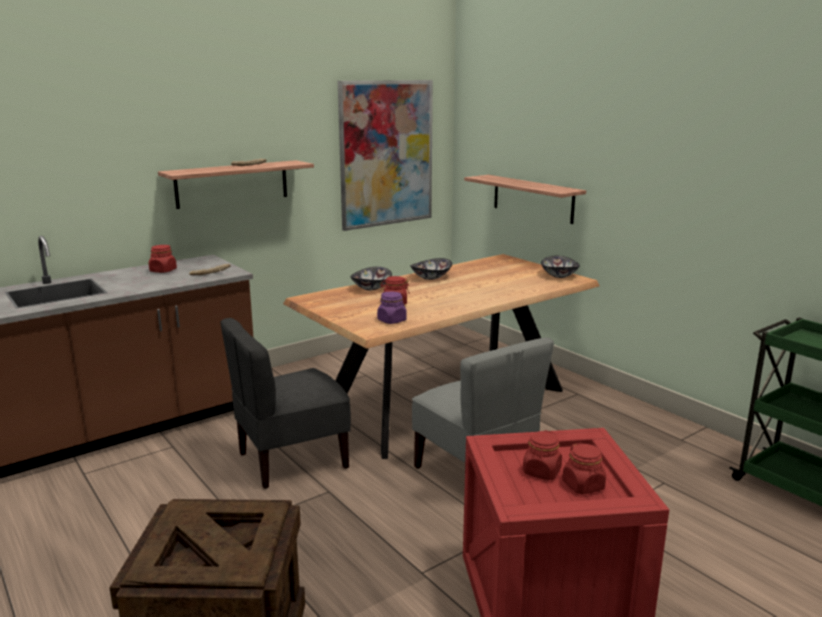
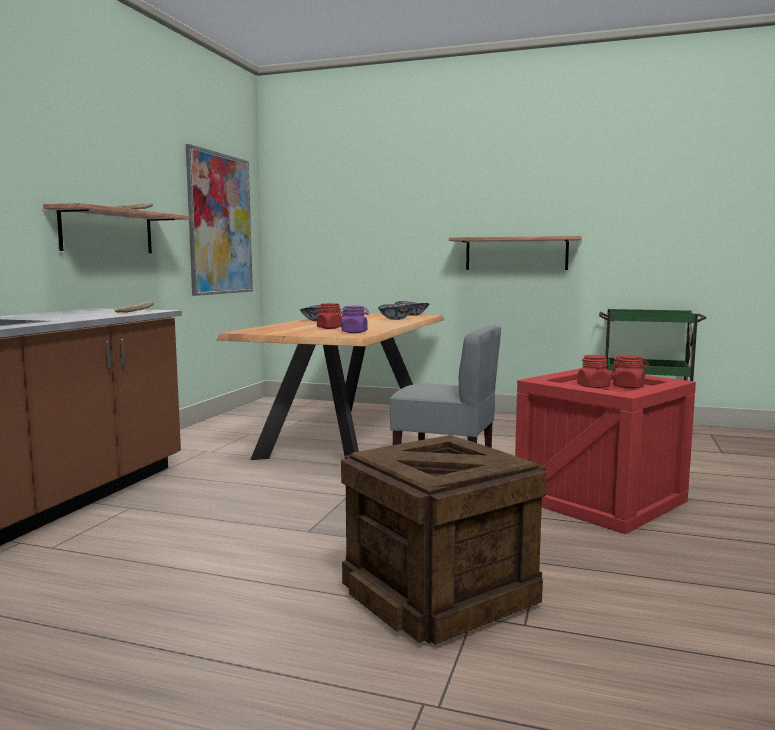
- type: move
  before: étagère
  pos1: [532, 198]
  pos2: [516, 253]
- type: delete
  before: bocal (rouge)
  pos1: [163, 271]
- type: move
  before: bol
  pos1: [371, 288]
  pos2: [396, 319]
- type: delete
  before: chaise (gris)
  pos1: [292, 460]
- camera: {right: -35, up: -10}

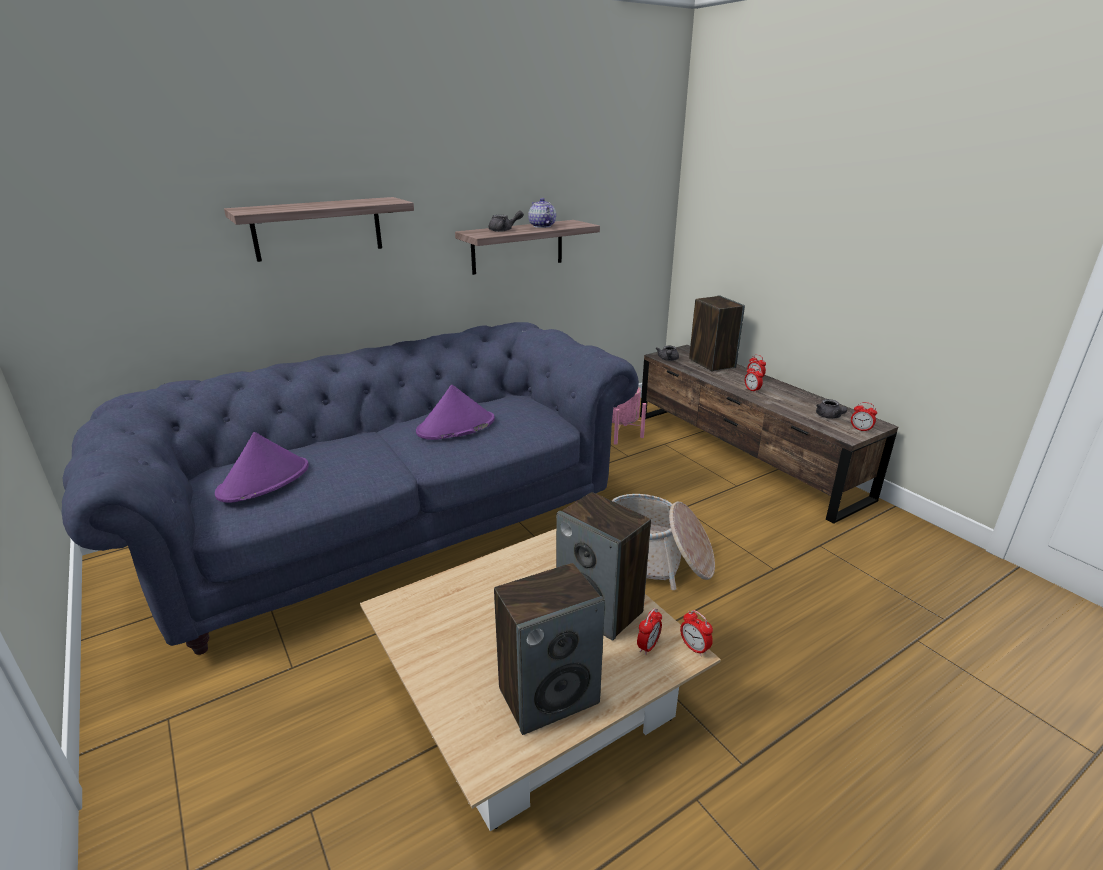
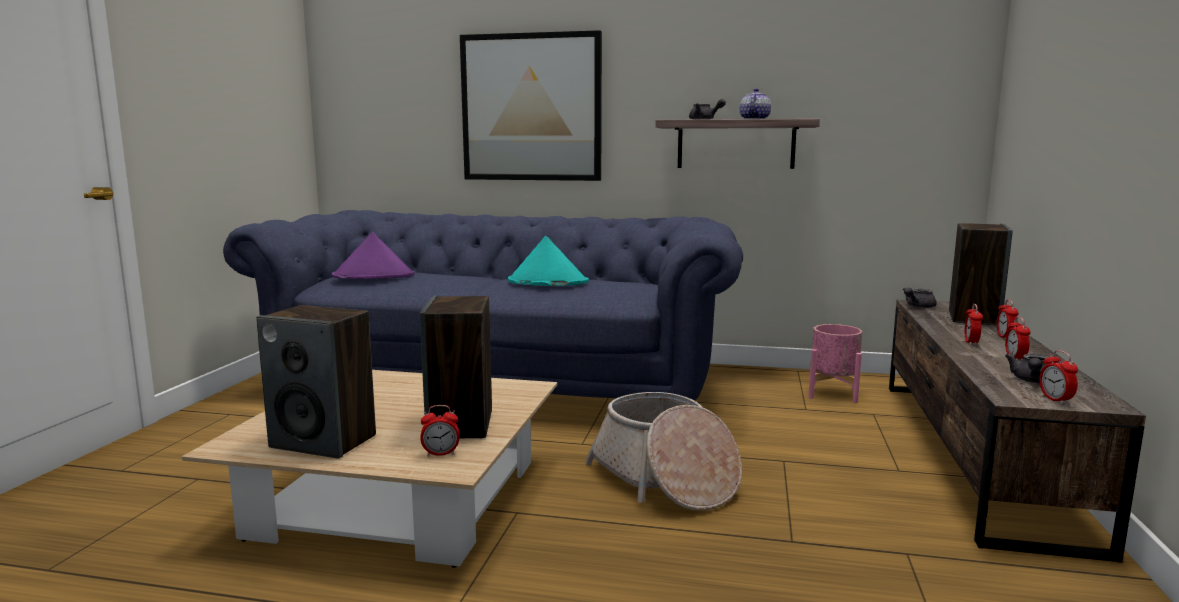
- type: replace
  before: étagère
  after: tableau
  pos1: [318, 228]
  pos2: [531, 108]
- type: recolor
  before: chapeau (violet)
  after: chapeau (turquoise)
  pos1: [456, 426]
  pos2: [547, 282]
- type: move
  before: réveil
  pos1: [694, 648]
  pos2: [1015, 359]
- camera: {right: 45, up: -15}

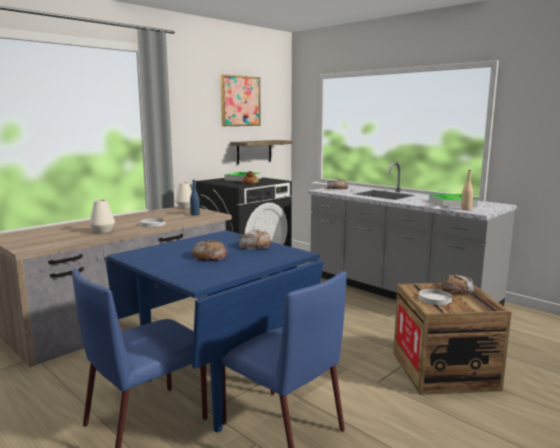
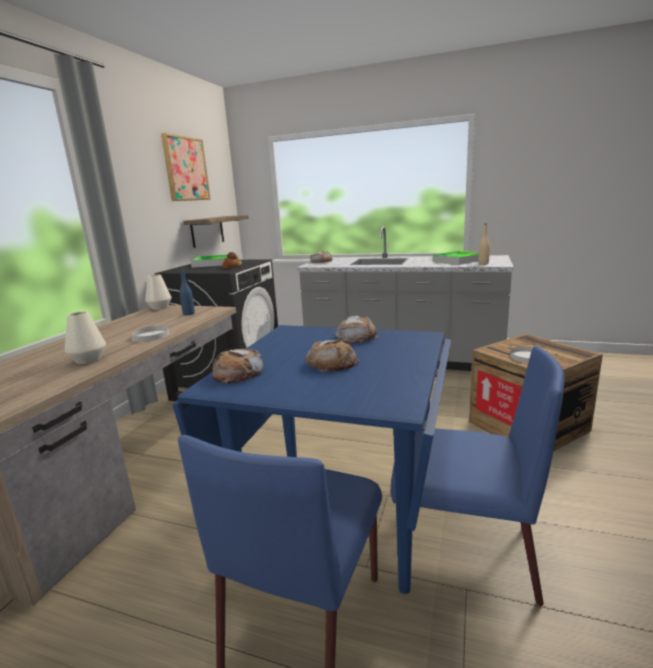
- type: move
  before: pain
  pos1: [457, 289]
  pos2: [238, 373]
- camera: {right: -25, up: 5}

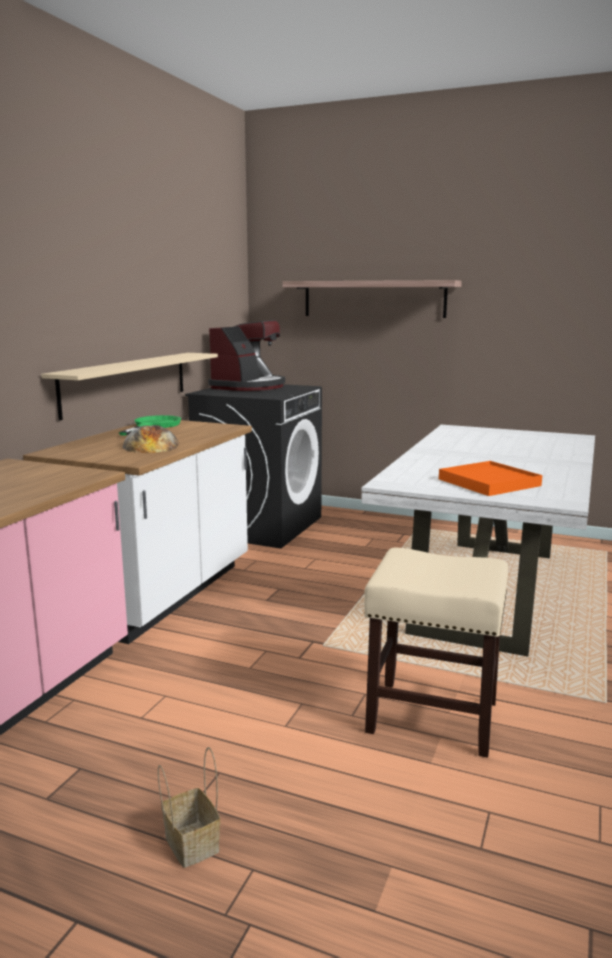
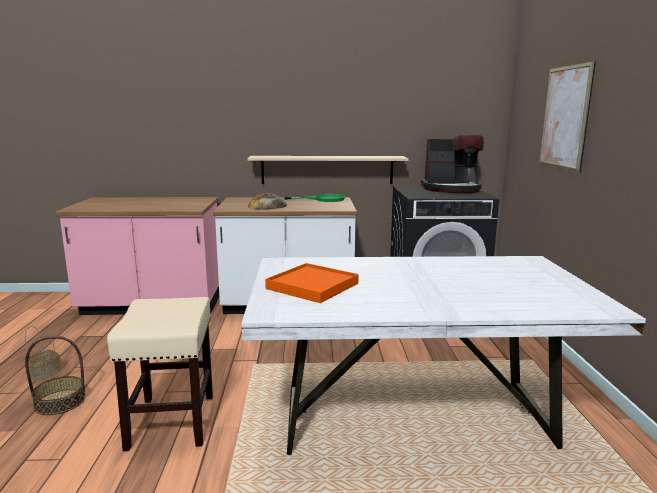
- type: replace
  before: étagère
  after: tableau
  pos1: [373, 299]
  pos2: [565, 118]
- type: insert
  after: panier
  pos2: [60, 402]
- camera: {right: 65, up: 0}

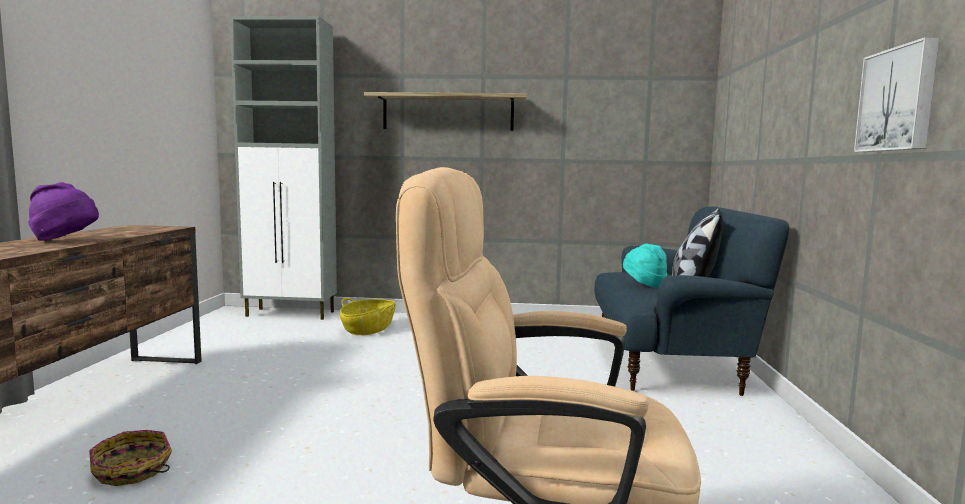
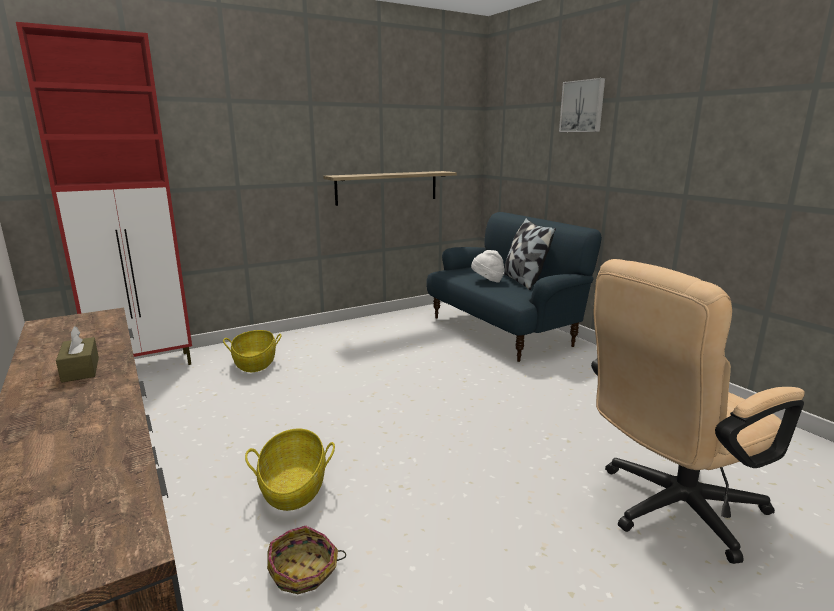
- type: recolor
  before: meuble de rangement (gris)
  after: meuble de rangement (rouge)
  pos1: [291, 314]
  pos2: [145, 366]
- type: move
  before: tableau
  pos1: [899, 100]
  pos2: [583, 106]
- type: move
  before: étagère
  pos1: [448, 113]
  pos2: [387, 187]
- type: replace
  before: chapeau (violet)
  after: boîte à mouchoirs (marron)
  pos1: [66, 240]
  pos2: [80, 369]
- type: recolor
  before: chapeau (turquoise)
  after: chapeau (blanc)
  pos1: [644, 285]
  pos2: [487, 281]
- type: insert
  after: panier
  pos2: [293, 487]
- camera: {right: -35, up: 10}

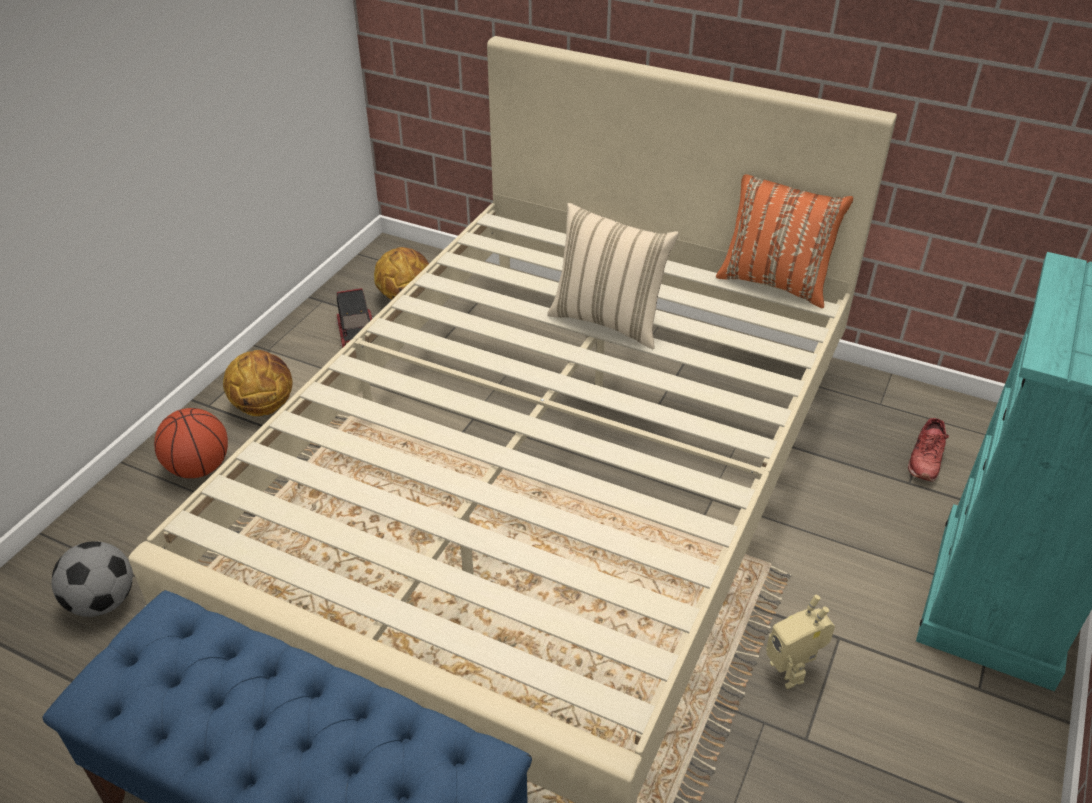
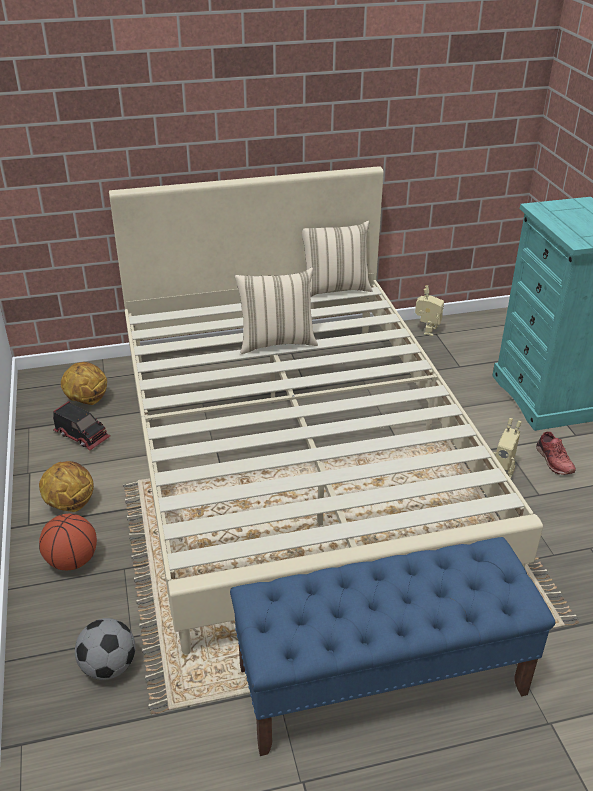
- type: recolor
  before: coussin (orange)
  after: coussin (beige)
  pos1: [775, 282]
  pos2: [335, 288]
- type: move
  before: chaussure (rouge)
  pos1: [925, 458]
  pos2: [553, 460]
- type: insert
  after: robot jouet
  pos2: [426, 330]
- camera: {right: -40, up: -5}

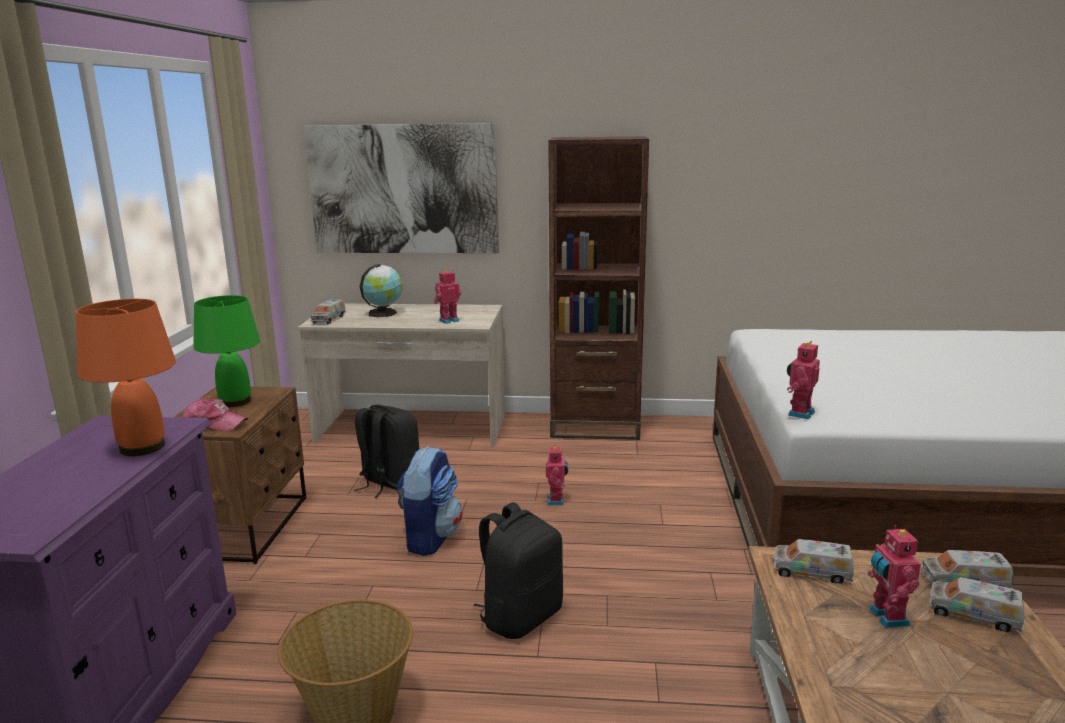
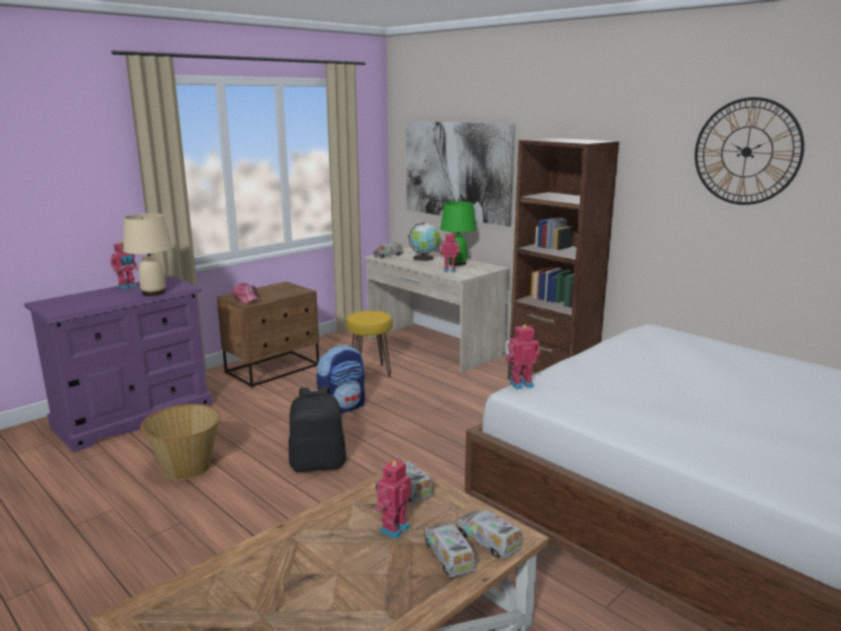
- type: move
  before: lampe de table (vert)
  pos1: [235, 402]
  pos2: [457, 263]
- type: recolor
  before: lampe de table (orange)
  after: lampe de table (beige)
  pos1: [143, 447]
  pos2: [154, 293]
- type: replace
  before: sac à dos (noir)
  after: tabouret (jaune)
  pos1: [388, 483]
  pos2: [370, 372]
- type: move
  before: robot jouet
  pos1: [557, 501]
  pos2: [127, 287]
- type: insert
  after: horloge murale
  pos2: [746, 152]
- camera: {right: 40, up: 0}

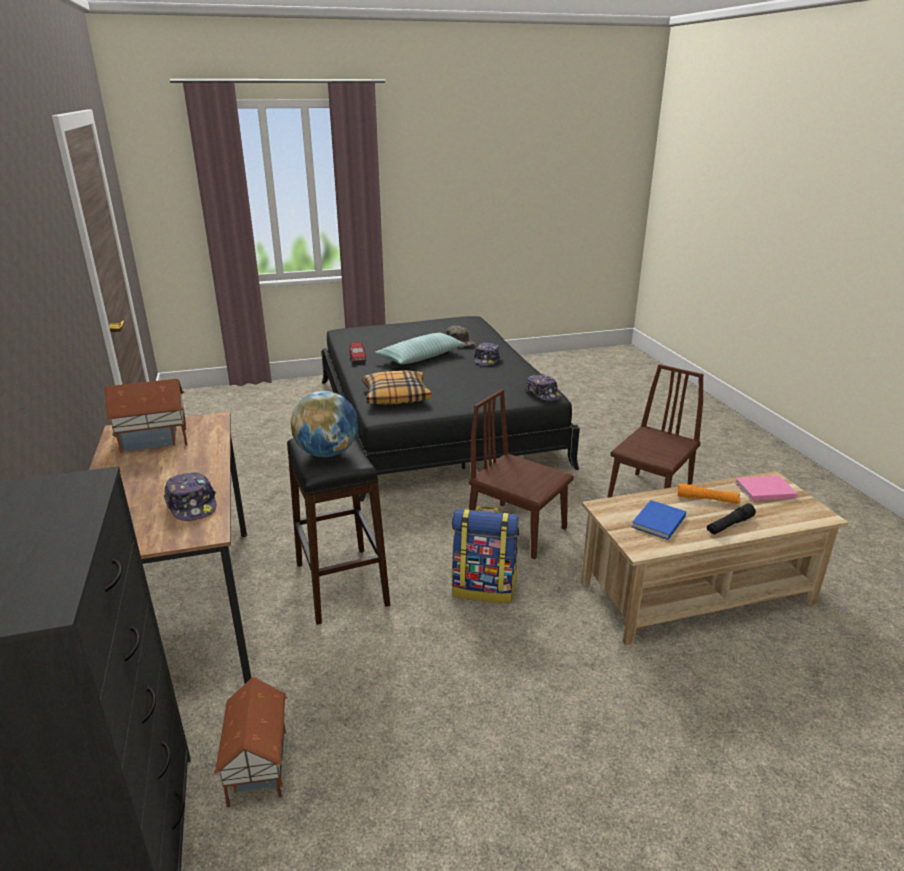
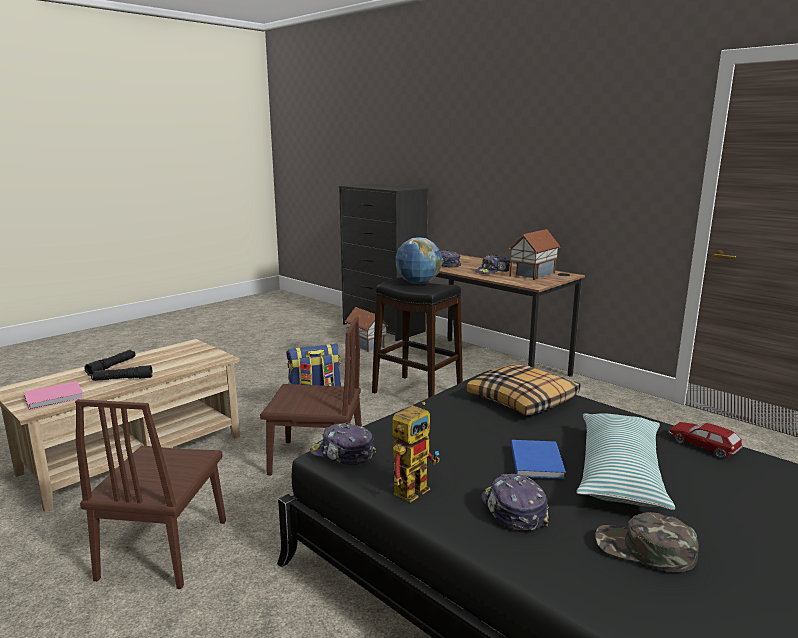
- type: recolor
  before: lampe de poche (orange)
  after: lampe de poche (noir)
  pos1: [707, 499]
  pos2: [122, 379]
- type: move
  before: livre (bleu)
  pos1: [657, 522]
  pos2: [537, 461]
- type: insert
  after: casquette
  pos2: [493, 272]
- type: insert
  after: robot jouet
  pos2: [414, 487]
- camera: {right: 150, up: -10}

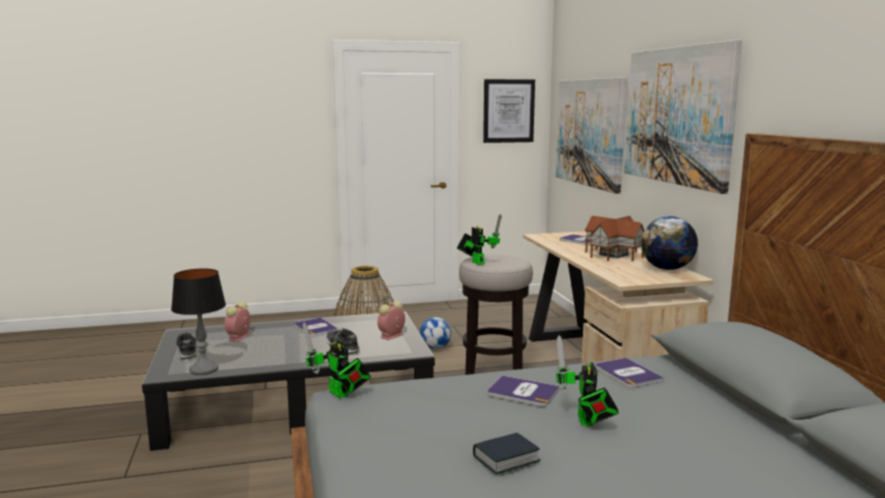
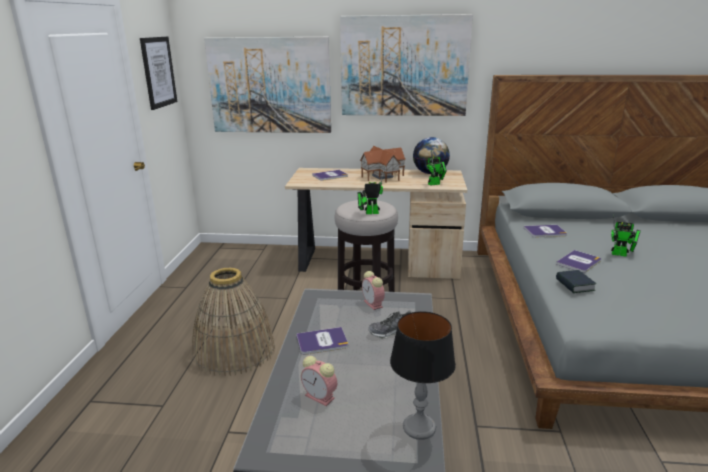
- type: delete
  before: ballon de foot
  pos1: [435, 348]
- type: move
  before: robot jouet
  pos1: [340, 394]
  pos2: [435, 184]
- type: delete
  before: chaussure
  pos1: [187, 352]
- type: move
  before: livre
  pos1: [506, 459]
  pos2: [574, 285]
- camera: {right: -70, up: 10}

